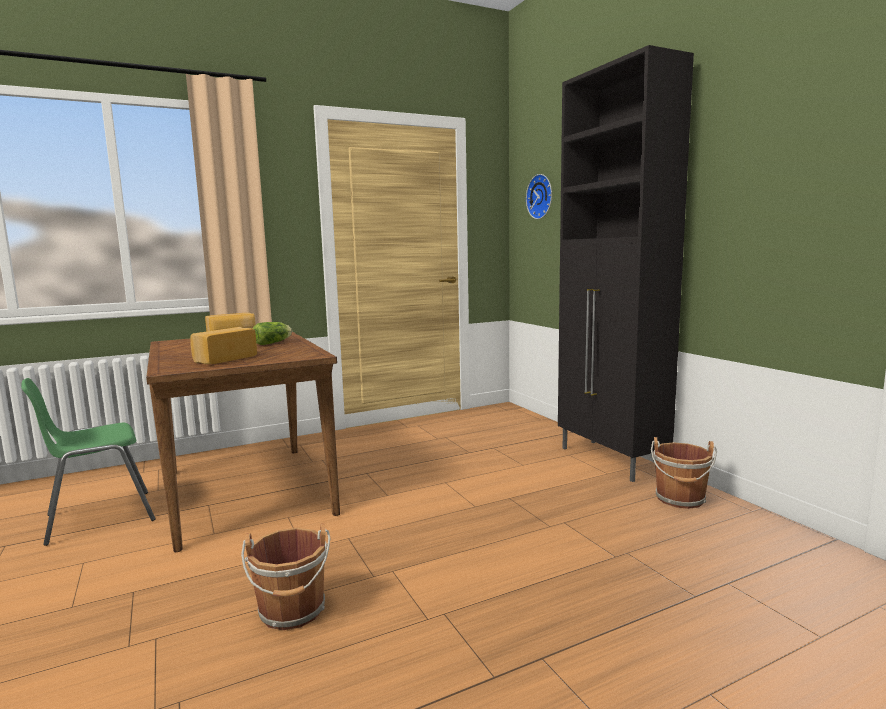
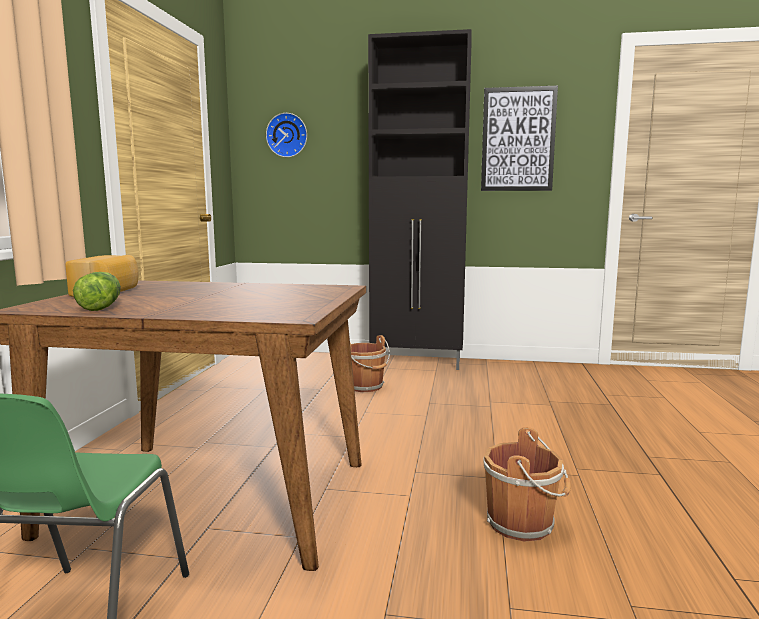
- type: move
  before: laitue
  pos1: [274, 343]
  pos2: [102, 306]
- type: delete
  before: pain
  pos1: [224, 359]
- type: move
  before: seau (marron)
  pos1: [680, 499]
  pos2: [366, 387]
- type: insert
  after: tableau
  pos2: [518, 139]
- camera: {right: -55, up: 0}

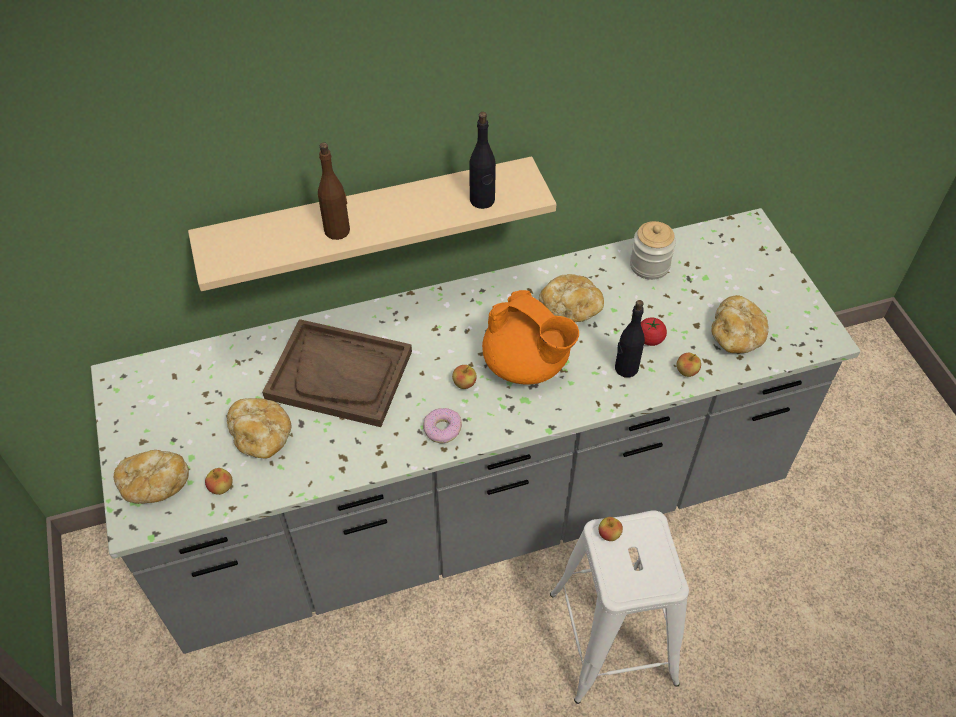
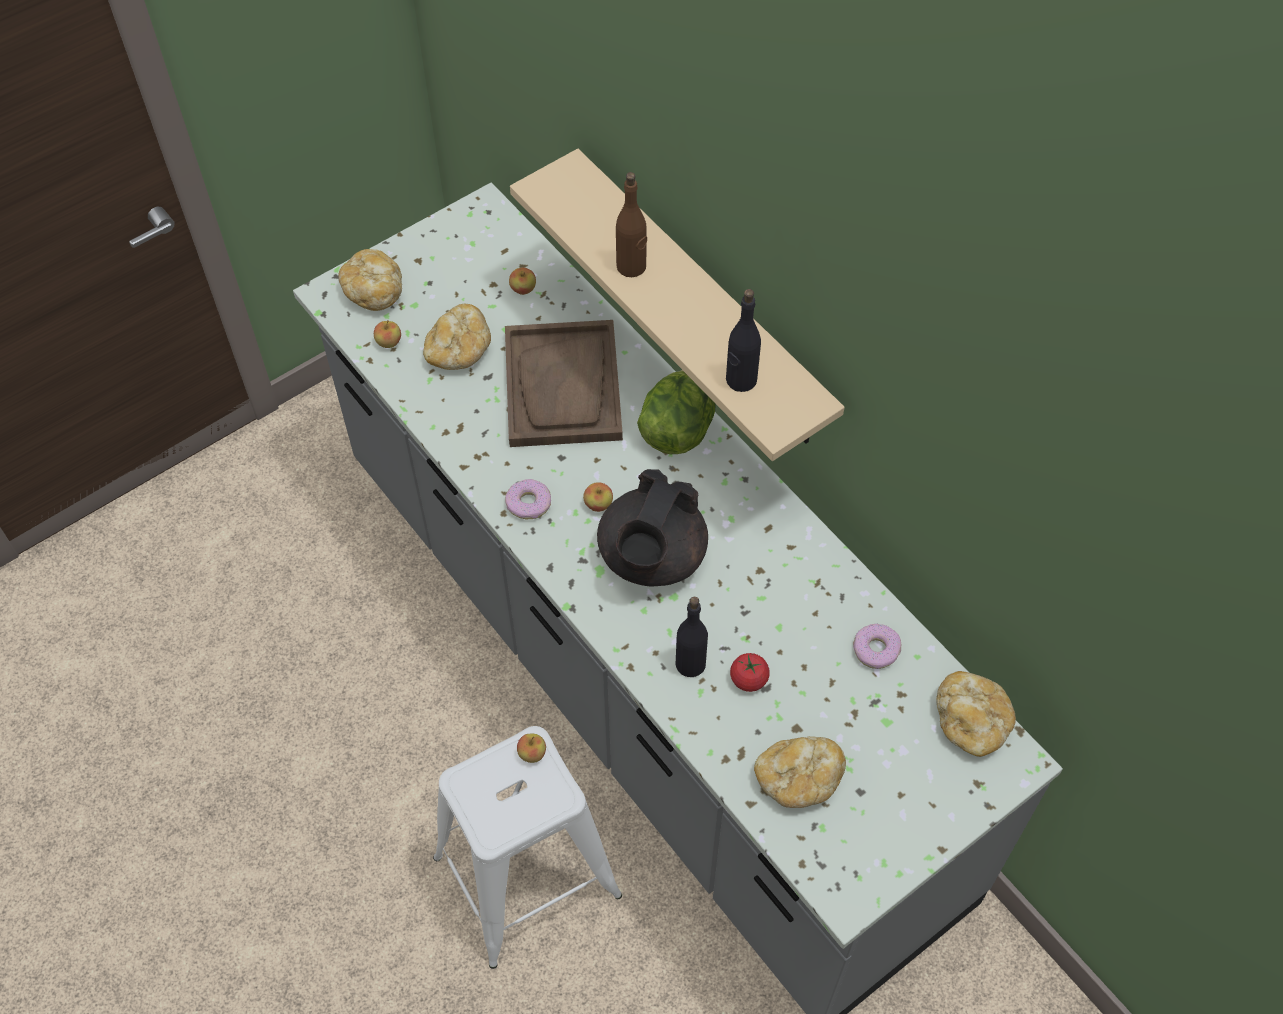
- type: replace
  before: bocal
  after: beignet
  pos1: [649, 265]
  pos2: [875, 650]
- type: move
  before: pain
  pos1: [570, 308]
  pos2: [971, 722]
- type: recolor
  before: théière (orange)
  after: théière (noir)
  pos1: [527, 364]
  pos2: [651, 558]
- type: move
  before: pomme
  pos1: [686, 371]
  pos2: [523, 289]
- type: insert
  after: laitue
  pos2: [677, 430]
- camera: {right: 70, up: 5}

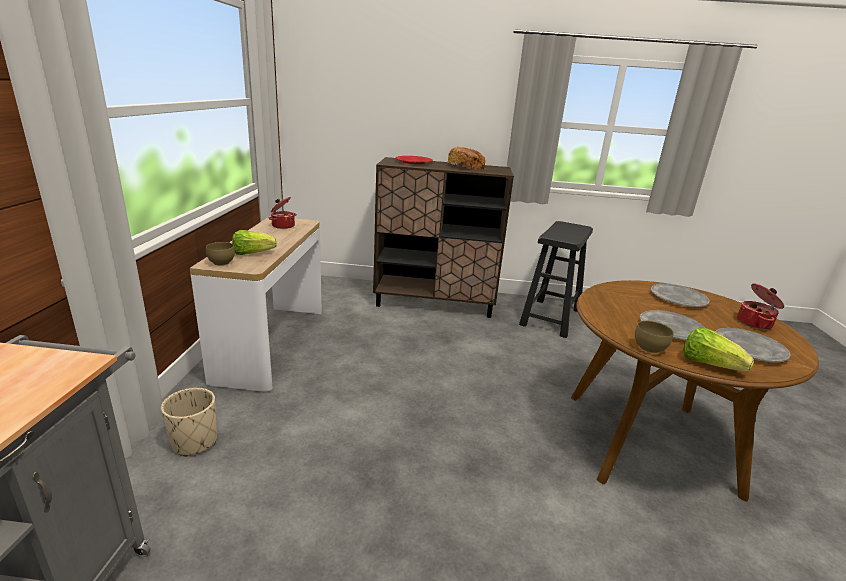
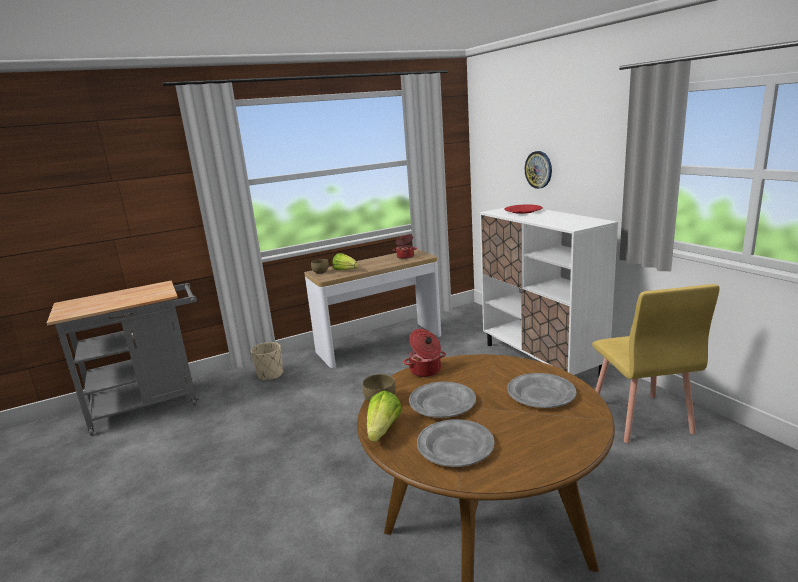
- type: delete
  before: pain
  pos1: [467, 167]
- type: recolor
  before: meuble de rangement (marron)
  after: meuble de rangement (blanc)
  pos1: [435, 303]
  pos2: [541, 360]
- type: replace
  before: tabouret (noir)
  after: chaise (jaune)
  pos1: [550, 318]
  pos2: [640, 418]
- type: move
  before: marmite
  pos1: [755, 323]
  pos2: [426, 371]
- type: insert
  after: horloge murale
  pos2: [538, 169]
- camera: {right: 60, up: -5}

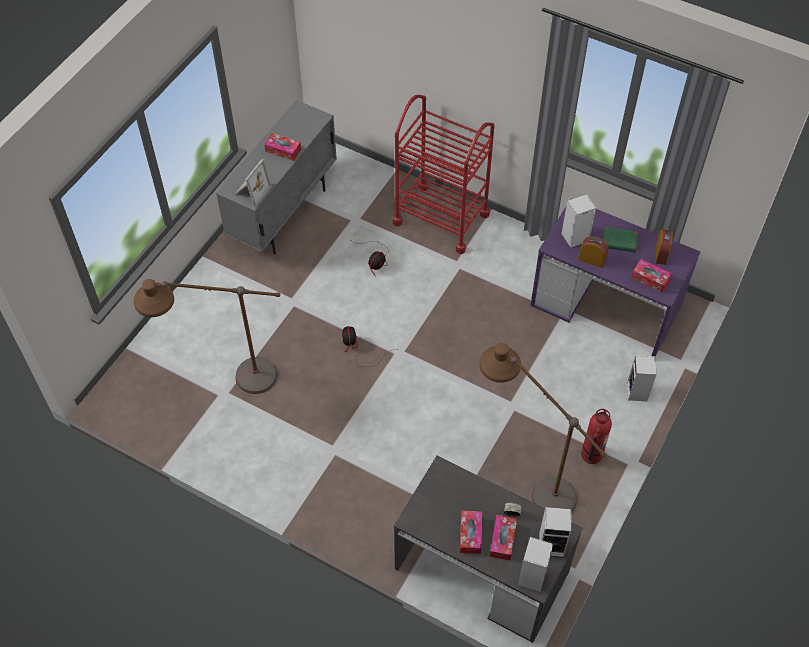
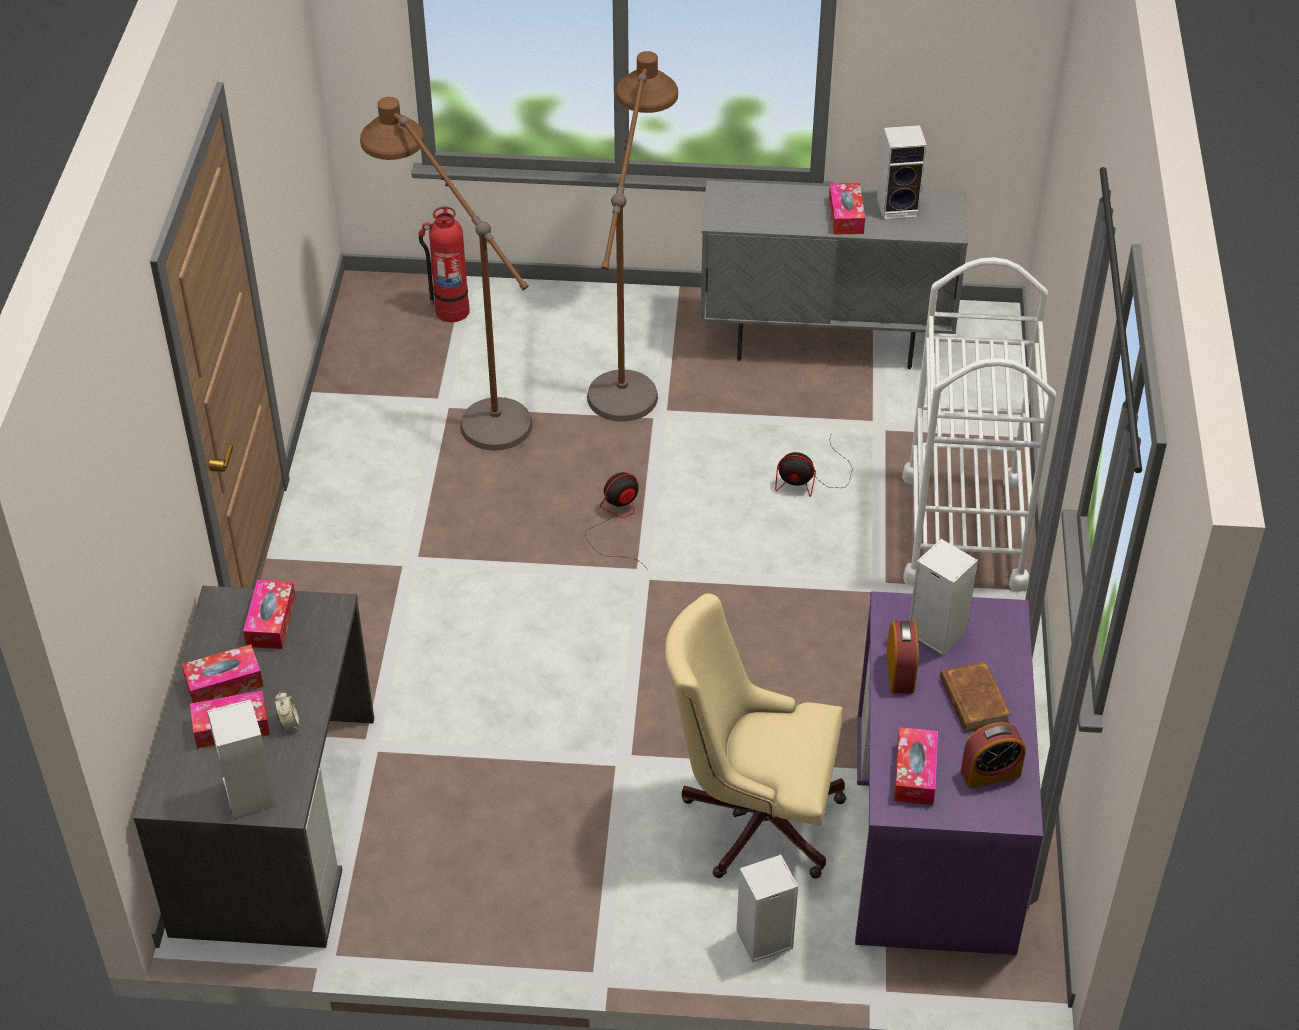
- type: recolor
  before: chariot (rouge)
  after: chariot (blanc)
  pos1: [441, 218]
  pos2: [964, 530]
- type: delete
  before: cadre photo
  pos1: [251, 191]
- type: recolor
  before: livre (vert)
  after: livre (marron)
  pos1: [619, 242]
  pos2: [973, 701]
- type: move
  before: lampadaire (marron)
  pos1: [527, 480]
  pos2: [633, 364]
- type: move
  before: extincteur
  pos1: [591, 454]
  pos2: [451, 311]
- type: move
  before: enceinte
  pos1: [532, 575]
  pos2: [899, 207]
- type: insert
  after: boîte à mouchoirs
  pos2: [271, 622]
- type: insert
  after: chaise de bureau (beige)
  pos2: [752, 817]
- camera: {right: 65, up: -10}

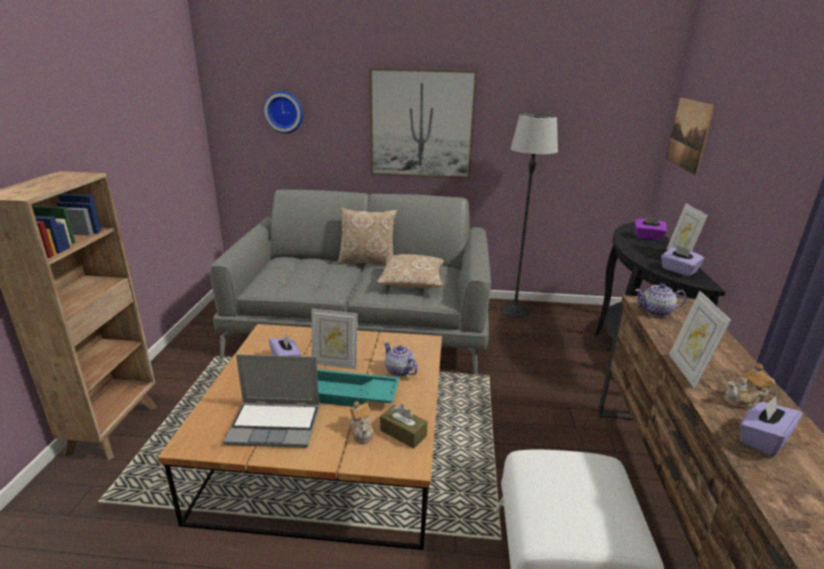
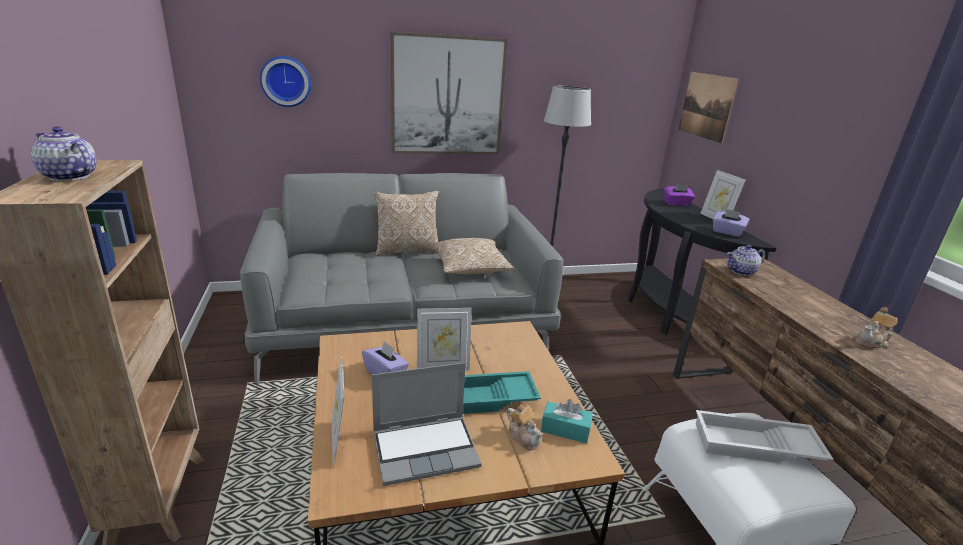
- type: move
  before: cadre photo
  pos1: [687, 371]
  pos2: [339, 442]
- type: move
  before: théière
  pos1: [399, 371]
  pos2: [69, 176]
- type: delete
  before: boîte à mouchoirs (violet)
  pos1: [763, 439]
- type: recolor
  before: boîte à mouchoirs (marron)
  after: boîte à mouchoirs (turquoise)
  pos1: [403, 433]
  pos2: [565, 429]
- type: insert
  after: plateau (blanc)
  pos2: [756, 446]
- camera: {right: -20, up: 0}

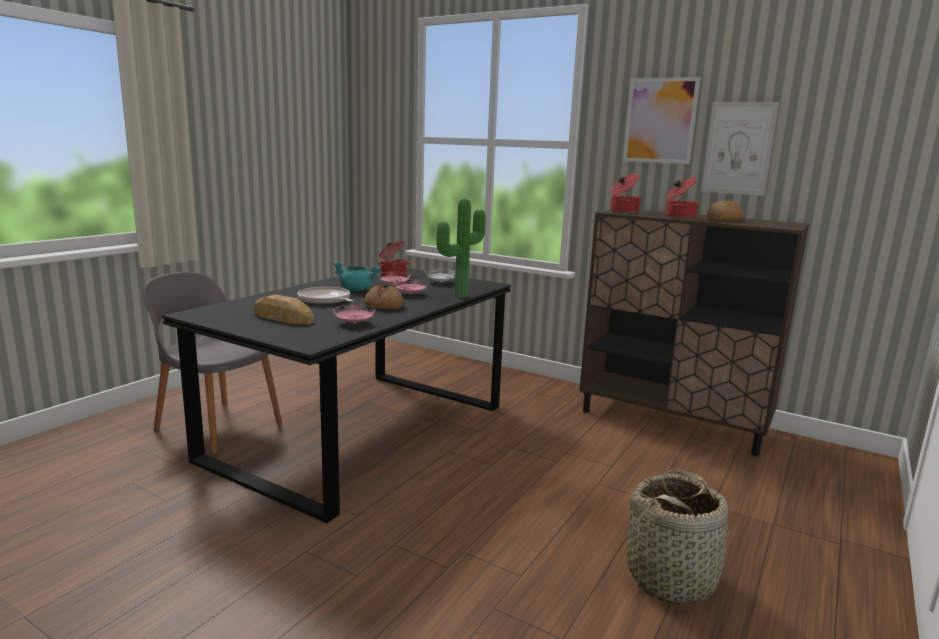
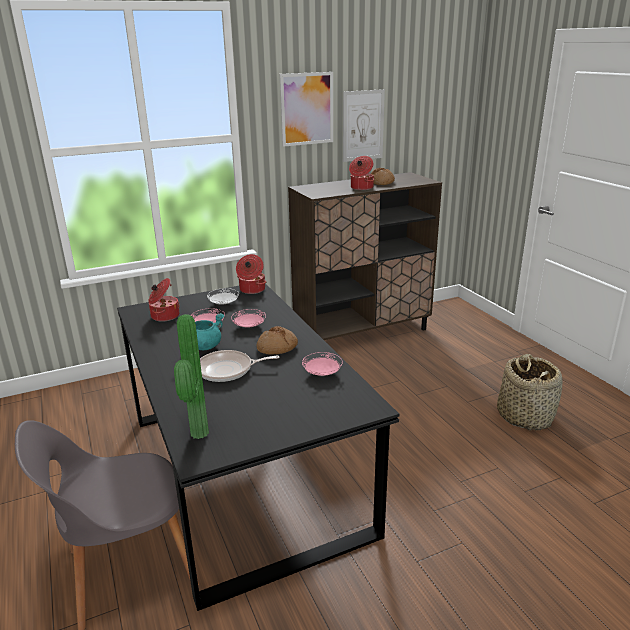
- type: move
  before: marmite
  pos1: [623, 212]
  pos2: [251, 290]
- type: move
  before: plante en pot
  pos1: [459, 295]
  pos2: [195, 434]
- type: delete
  before: pain
  pos1: [282, 317]
- camera: {right: -55, up: 10}

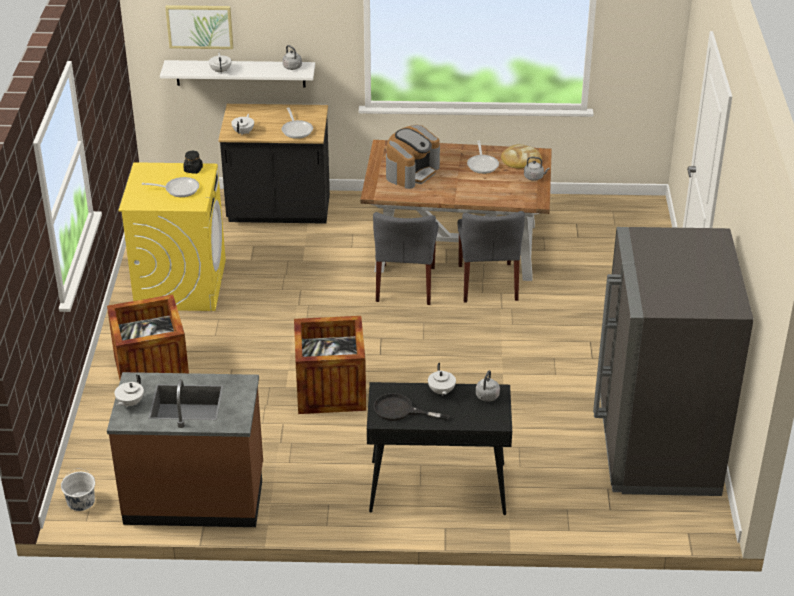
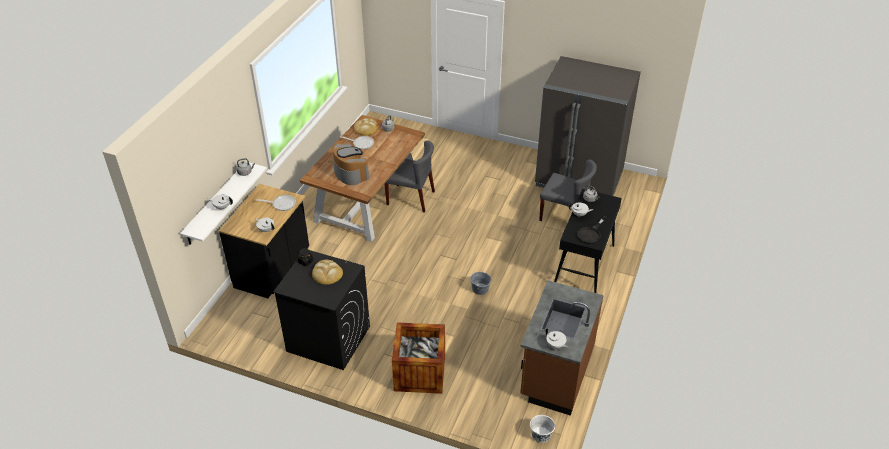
- type: delete
  before: tableau
  pos1: [199, 26]
- type: recolor
  before: lave-linge (jaune)
  after: lave-linge (noir)
  pos1: [180, 284]
  pos2: [328, 339]
- type: replace
  before: poêle
  after: pain
  pos1: [179, 189]
  pos2: [327, 273]
- type: move
  before: chaise (gris)
  pos1: [406, 284]
  pos2: [564, 216]
- type: replace
  before: caisse
  after: seau (gris)
  pos1: [330, 390]
  pos2: [480, 289]
- camera: {right: -70, up: 5}

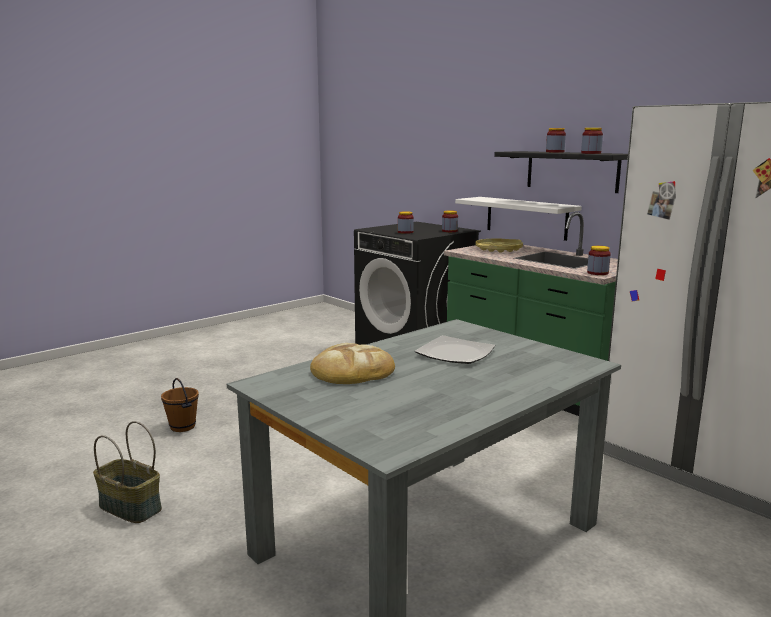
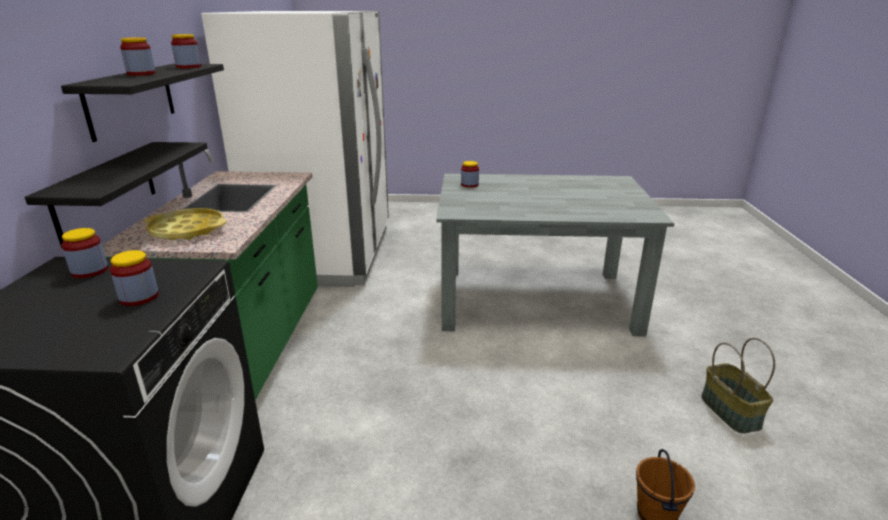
- type: recolor
  before: étagère (blanc)
  after: étagère (noir)
  pos1: [526, 218]
  pos2: [106, 191]
- type: move
  before: bocal
  pos1: [597, 273]
  pos2: [469, 184]
- type: delete
  before: assiette
  pos1: [454, 353]
- type: delete
  before: pain
  pos1: [351, 371]
- camera: {right: -135, up: 10}

